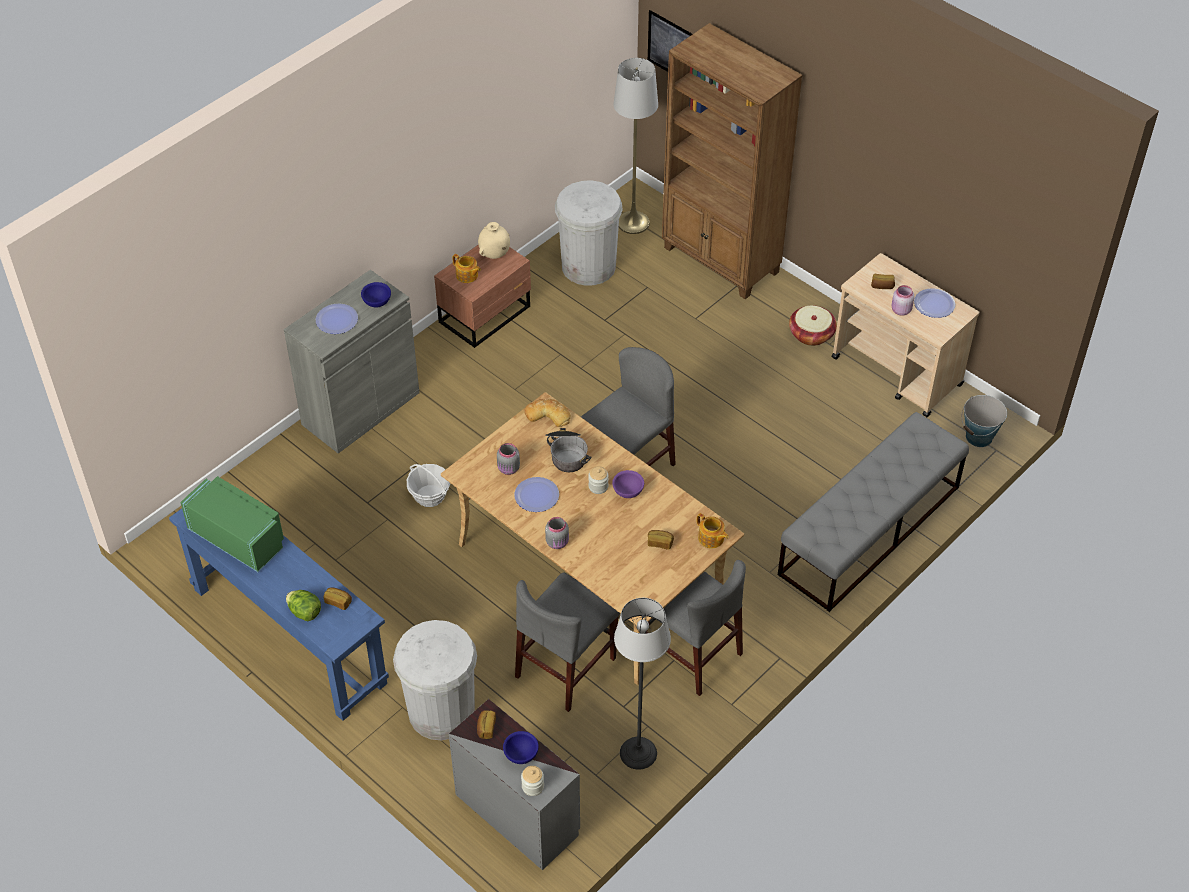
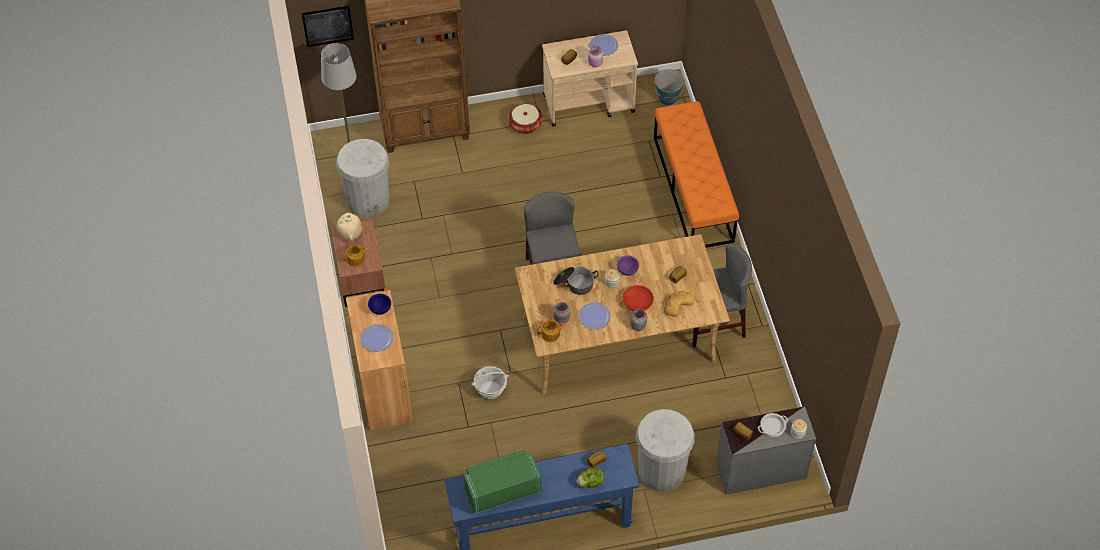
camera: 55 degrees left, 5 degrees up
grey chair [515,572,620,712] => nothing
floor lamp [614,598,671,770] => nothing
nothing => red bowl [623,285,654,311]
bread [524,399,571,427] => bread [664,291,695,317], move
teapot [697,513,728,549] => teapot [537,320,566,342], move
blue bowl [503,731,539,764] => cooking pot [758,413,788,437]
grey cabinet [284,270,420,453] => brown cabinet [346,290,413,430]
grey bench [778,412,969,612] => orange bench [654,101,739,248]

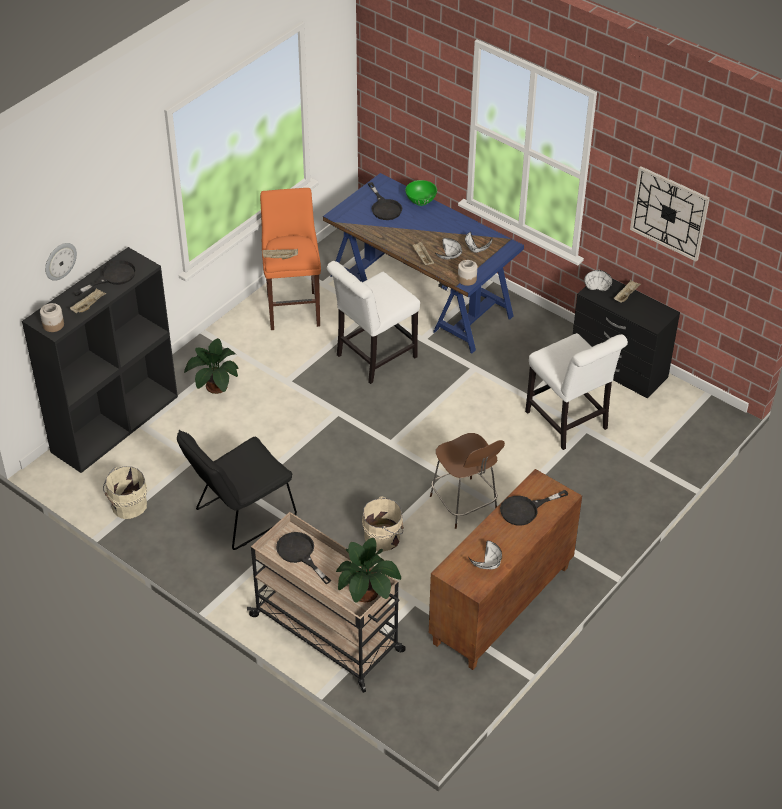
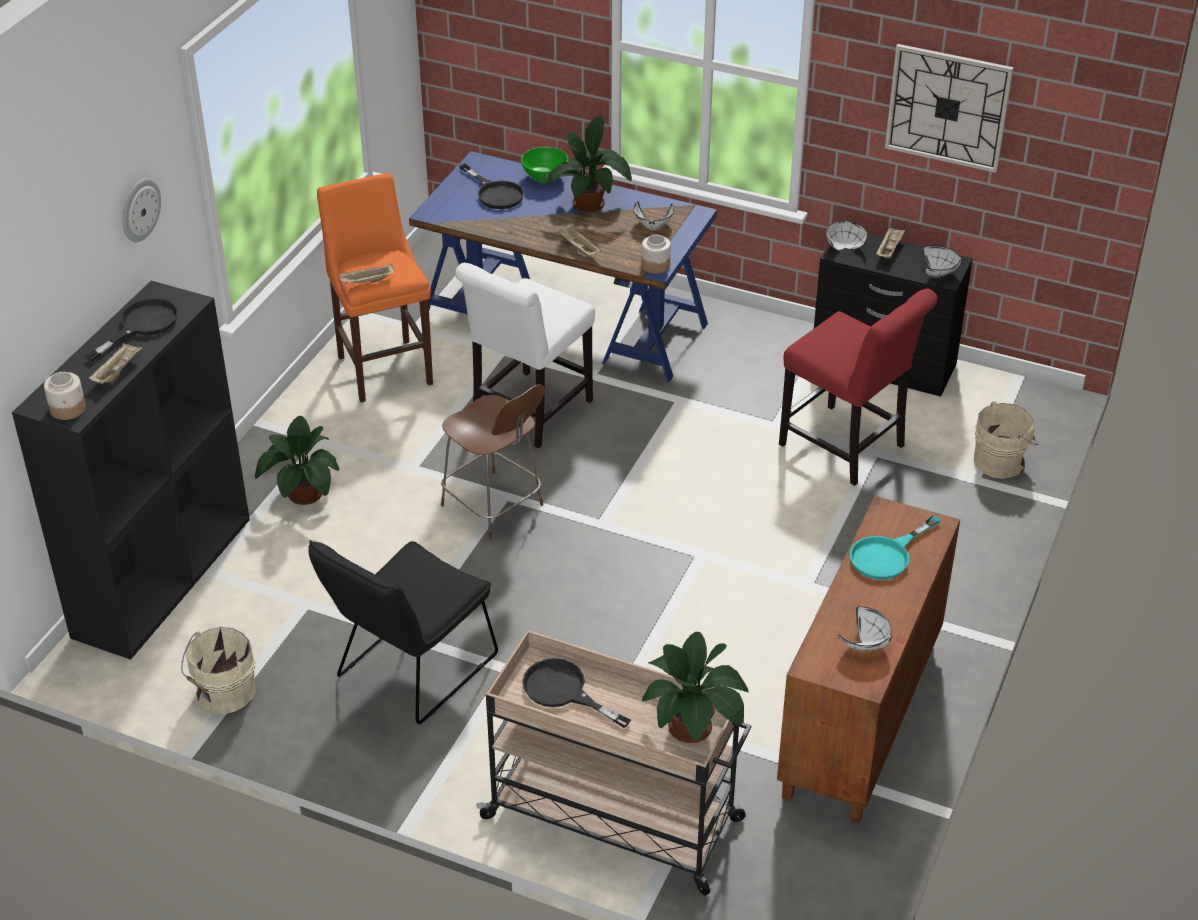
camera: 15 degrees left, 5 degrees down
nothing => potted plant [546,115,632,213]
wall clock [45,243,77,281] => wall clock [122,178,161,242], move
beige bucket [362,496,404,551] => beige bucket [974,402,1038,479], move
brown stool [430,433,505,529] => brown stool [441,384,545,540], move
white bowl [435,238,462,260] => white bowl [923,245,961,276], move
black frying pan [500,490,568,526] => turquoise frying pan [850,515,941,580]
white chair [525,333,628,450] => red chair [779,289,938,486]

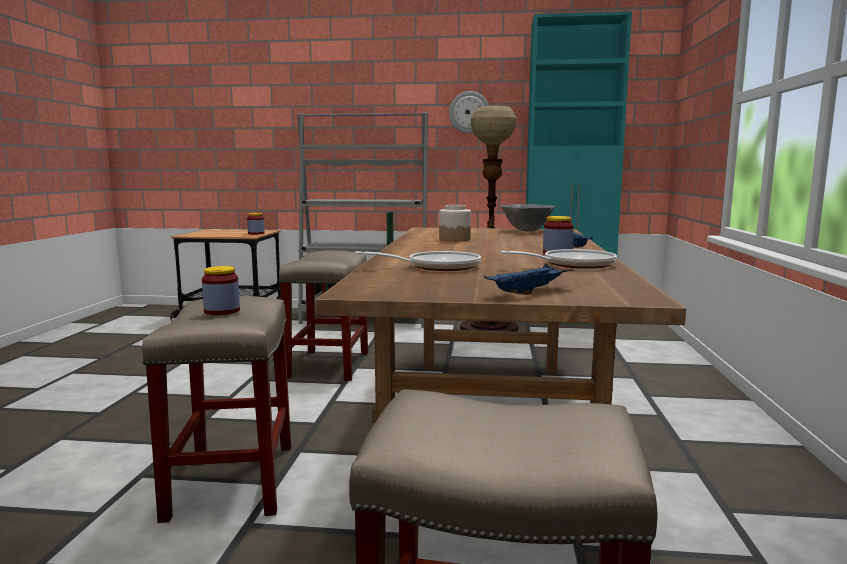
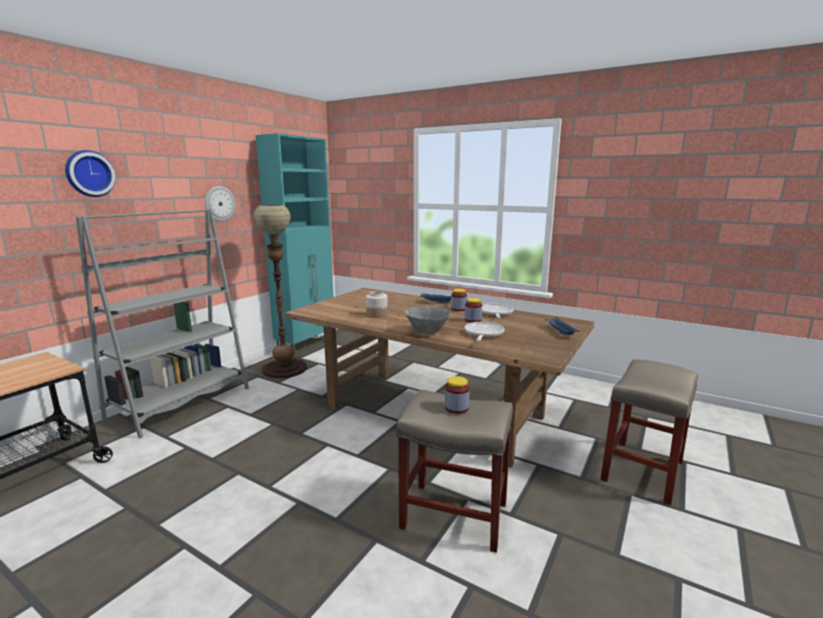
camera: 65 degrees left, 5 degrees up
beige stool [279,250,368,381] => nothing
nothing => wall clock [65,150,116,197]
jar [247,213,265,235] => jar [465,298,482,322], move
grey bowl [501,204,555,232] => grey bowl [404,306,450,334], move

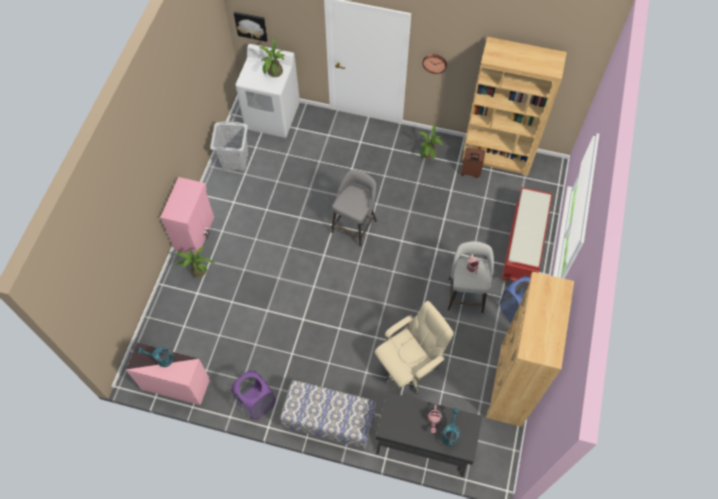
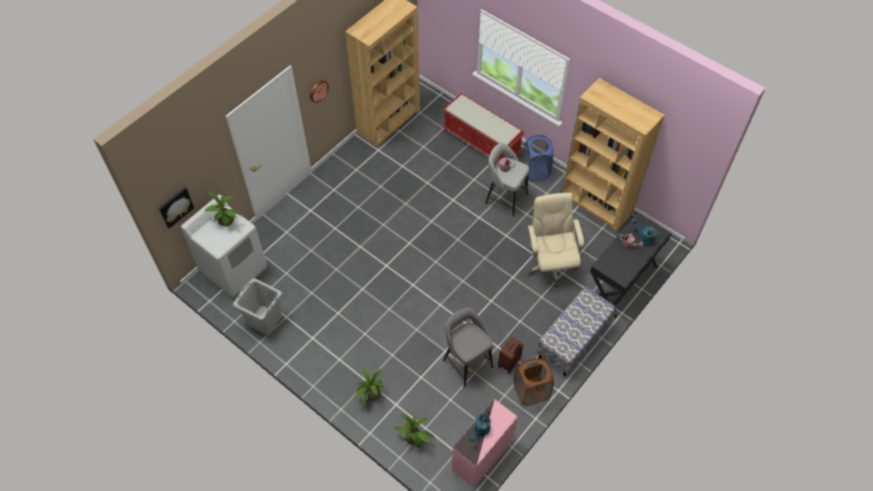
camera: 65 degrees left, 5 degrees down
pink cabinet [160,177,214,255] => nothing
grey stool [331,170,377,247] => grey stool [443,308,493,387], move
potted plant [419,124,443,161] => potted plant [394,413,435,448], move
brown suitcase [461,148,485,178] => brown suitcase [498,337,524,374], move
purple laundry basket [231,370,275,420] => brown laundry basket [514,358,554,406]

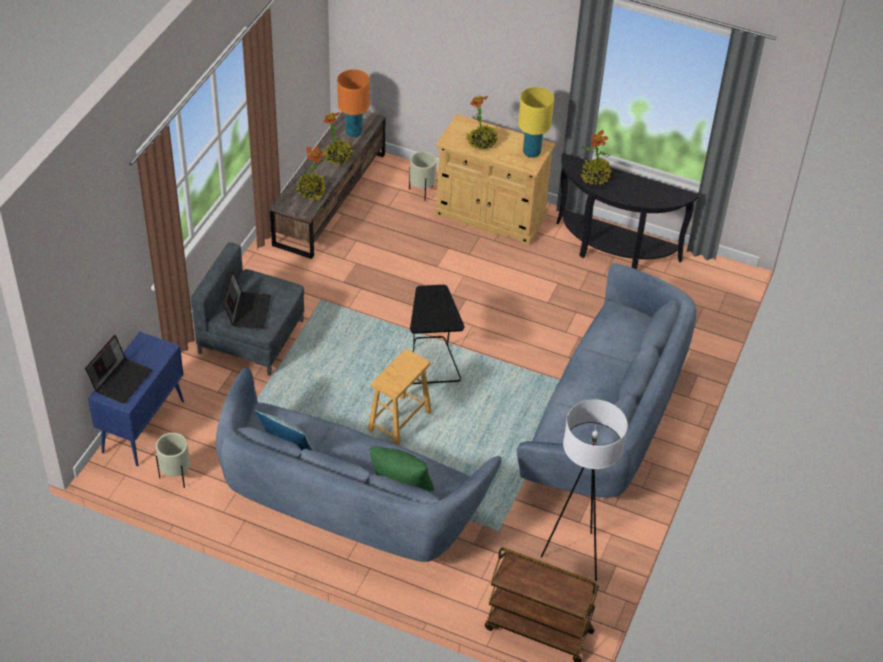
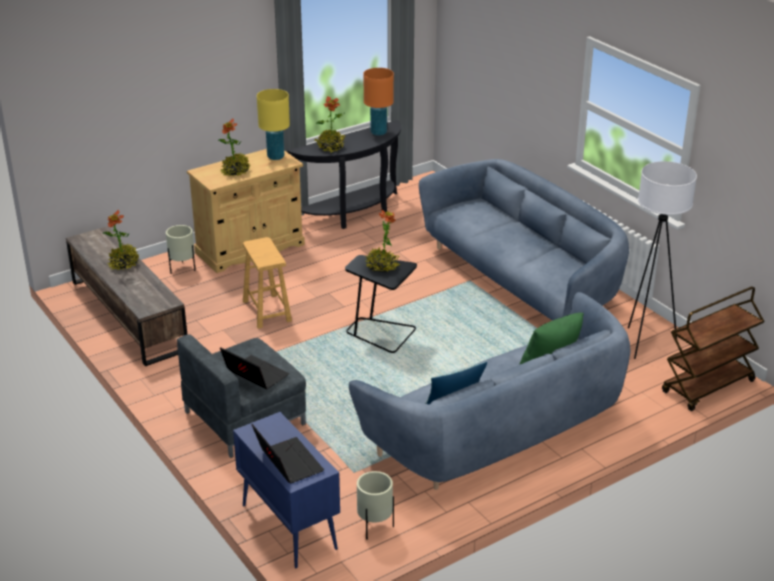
camera: 55 degrees left, 15 degrees down
potted plant [296,146,326,201] => potted plant [366,210,400,272], move
orange table lamp [337,69,369,137] => orange table lamp [363,68,394,135], move
brown stool [367,349,432,446] => brown stool [243,237,292,329], move

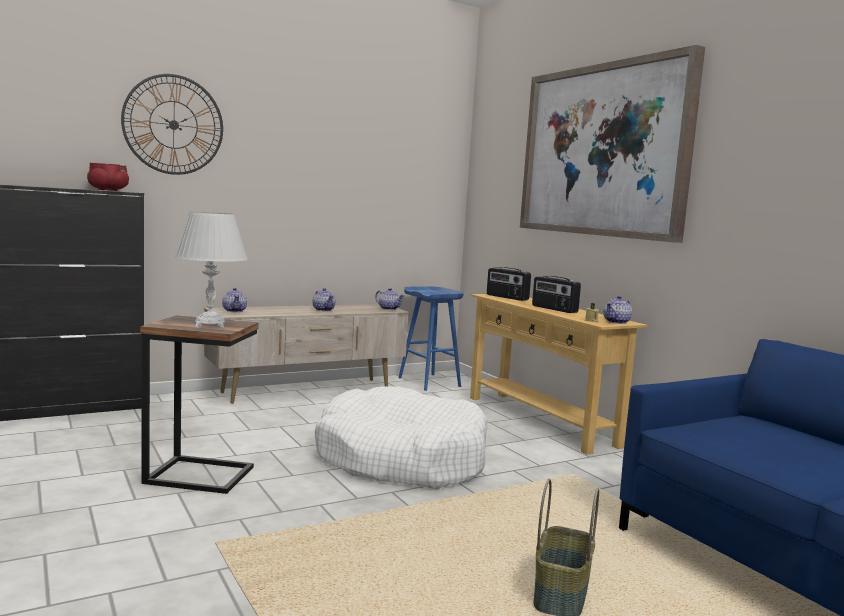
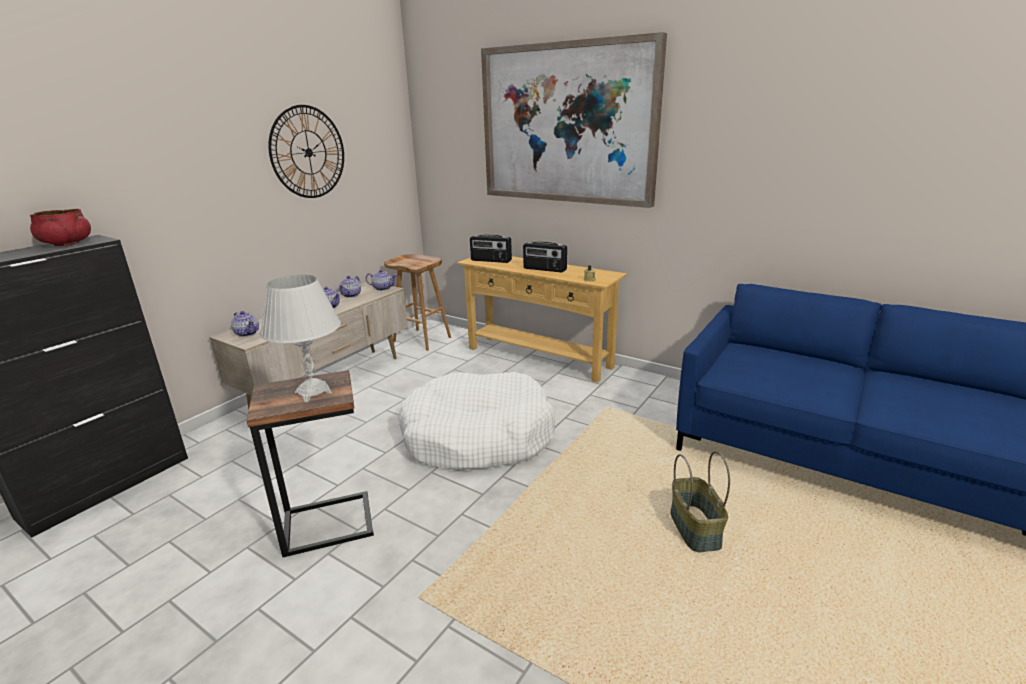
camera: 25 degrees left, 15 degrees up
wall clock [121,74,223,175] => wall clock [268,105,344,198], move
teapot [603,296,632,324] => teapot [338,276,361,298], move
blue stool [398,286,464,391] => brown stool [384,254,451,351]

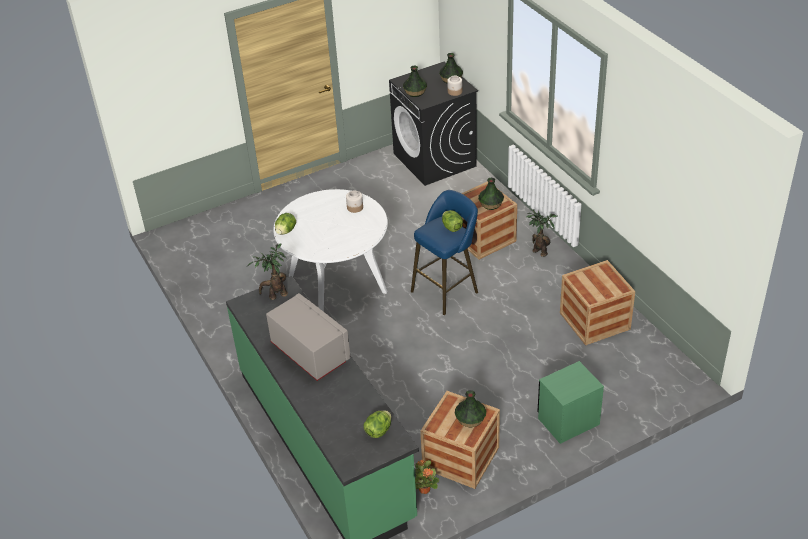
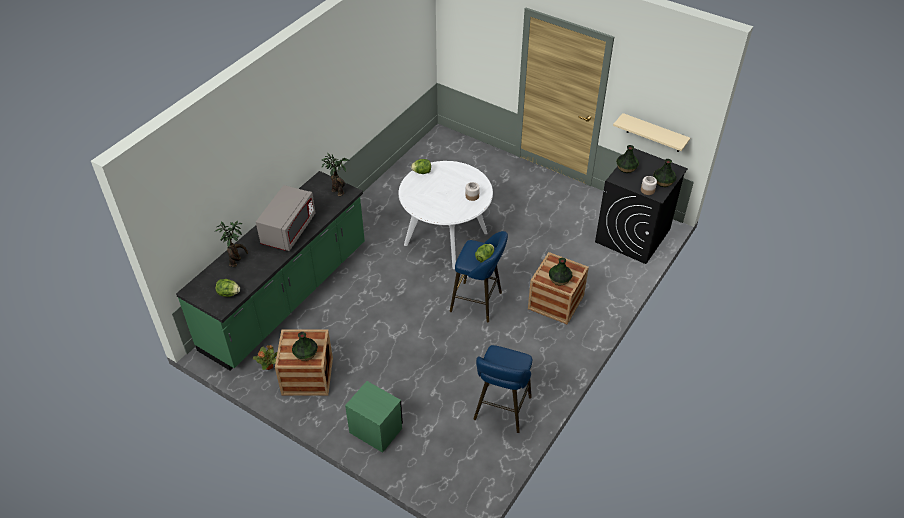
camera: 60 degrees right, 5 degrees up
nothing => beige shelf [613,113,690,152]
potted plant [526,209,558,257] => potted plant [216,221,248,267], move
crate [560,260,635,345] => blue stool [473,345,532,433]

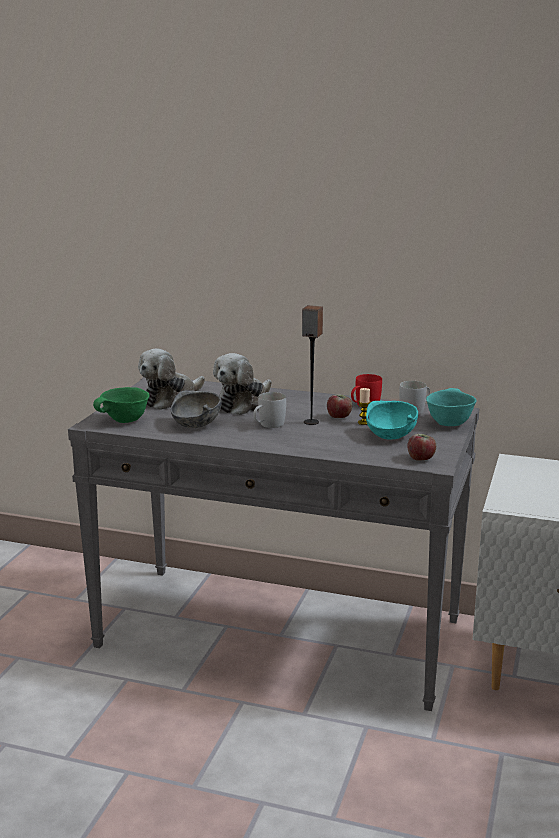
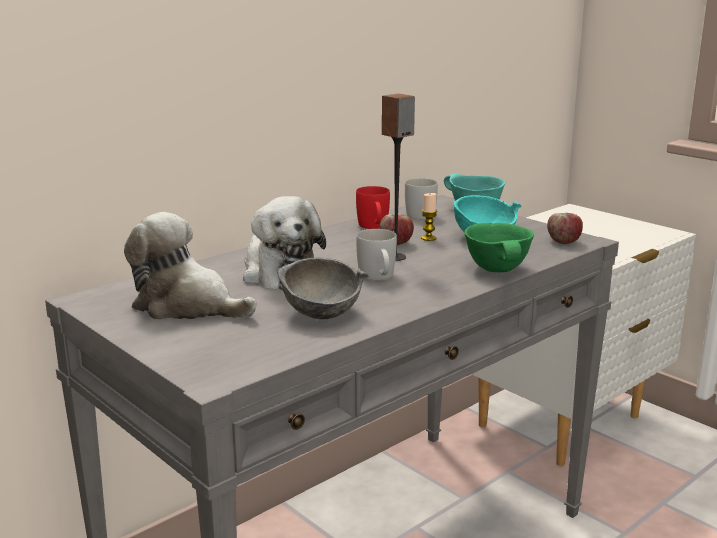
camera: 60 degrees left, 0 degrees up
green bowl [93,387,150,423] => green bowl [464,223,534,272], move
plush toy [138,349,205,410] => plush toy [124,212,256,320], 135 degrees clockwise

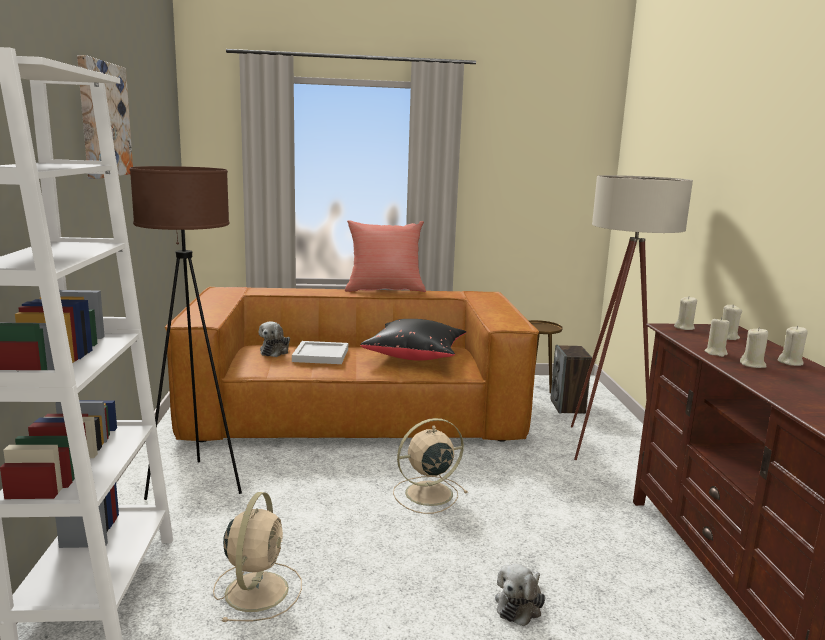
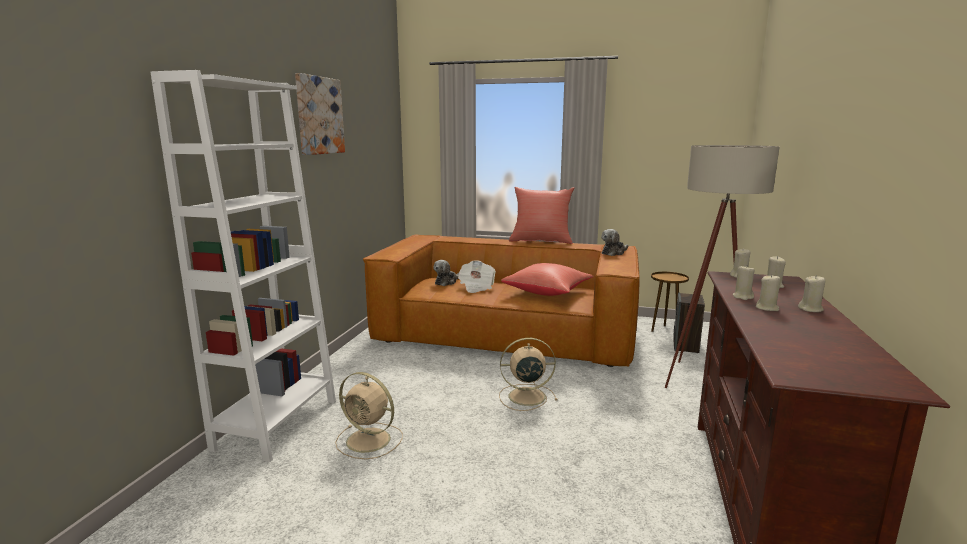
camera: 20 degrees right, 0 degrees up
brown floor lamp [130,166,242,500] => nothing
plush toy [495,564,545,626] => plush toy [601,229,628,256], move
white tray [292,341,348,364] => newspaper [458,260,496,293]
black pillow [360,319,466,361] => red pillow [501,263,594,296]
beige fan [213,492,302,622] => beige fan [335,372,403,459], 90 degrees clockwise

